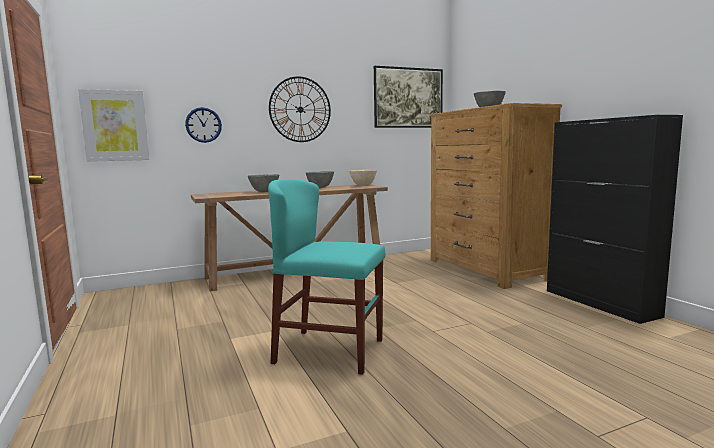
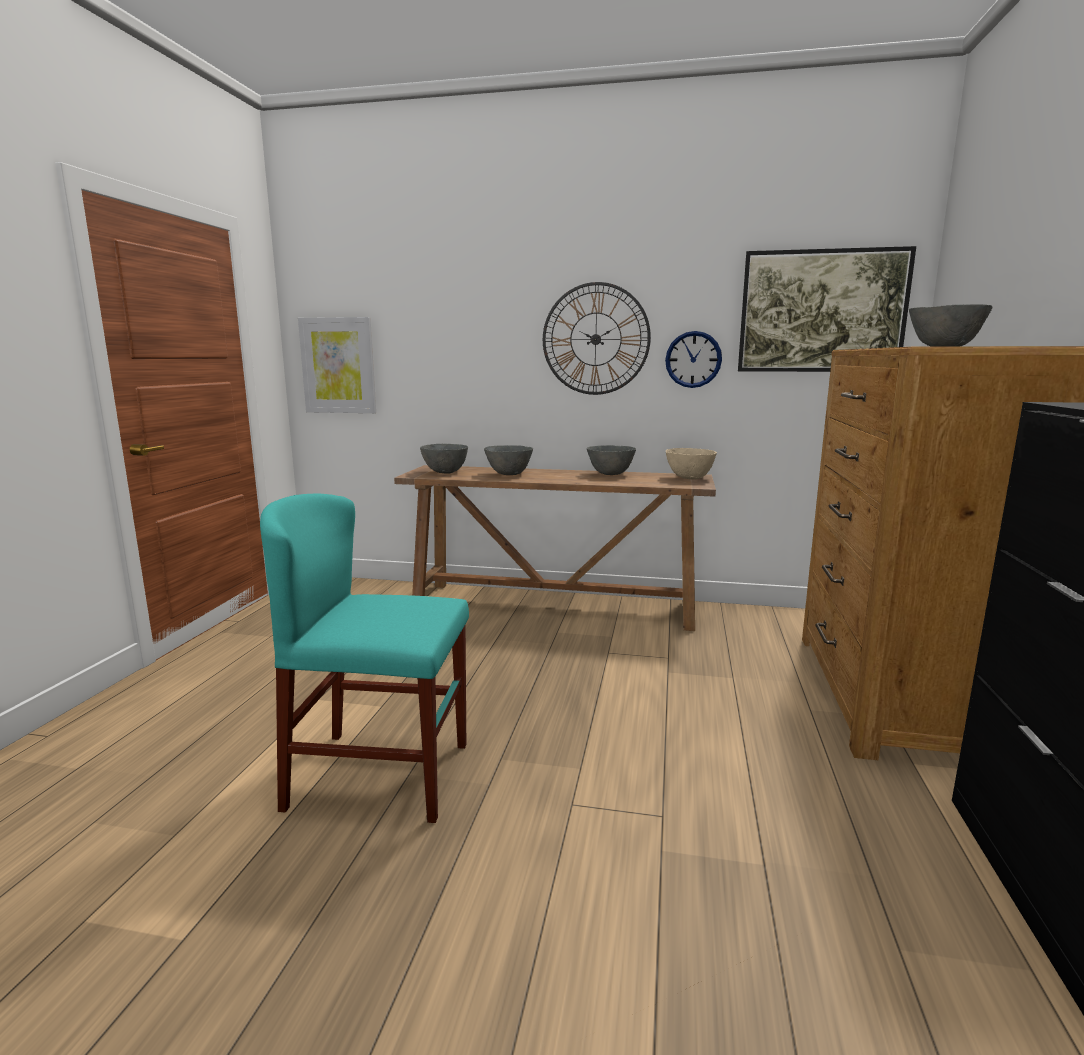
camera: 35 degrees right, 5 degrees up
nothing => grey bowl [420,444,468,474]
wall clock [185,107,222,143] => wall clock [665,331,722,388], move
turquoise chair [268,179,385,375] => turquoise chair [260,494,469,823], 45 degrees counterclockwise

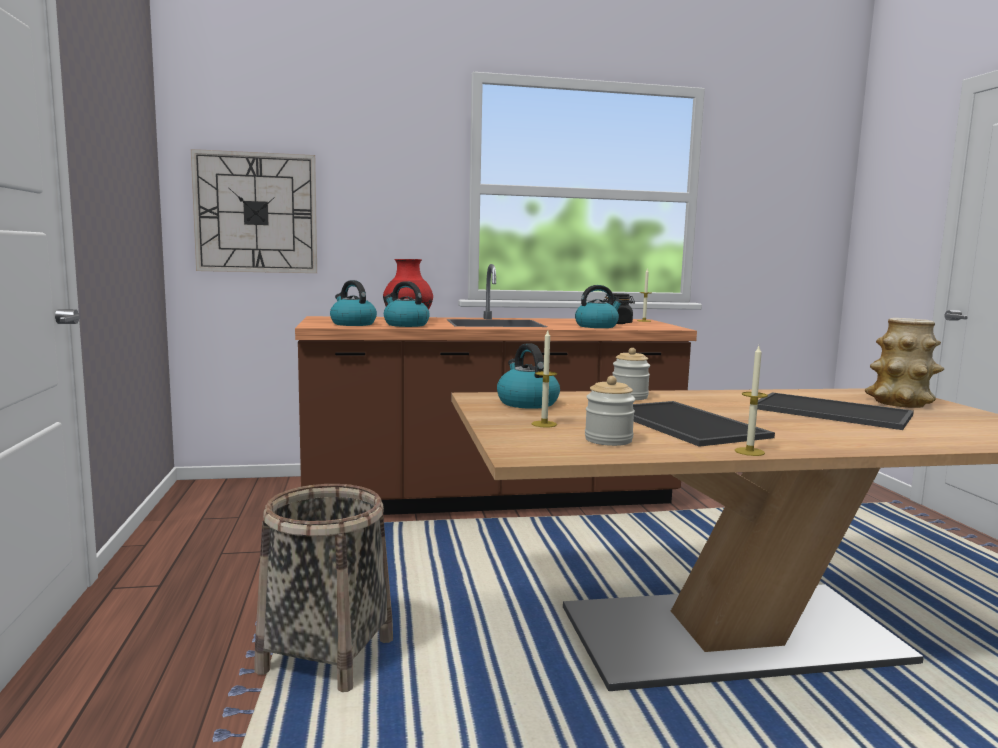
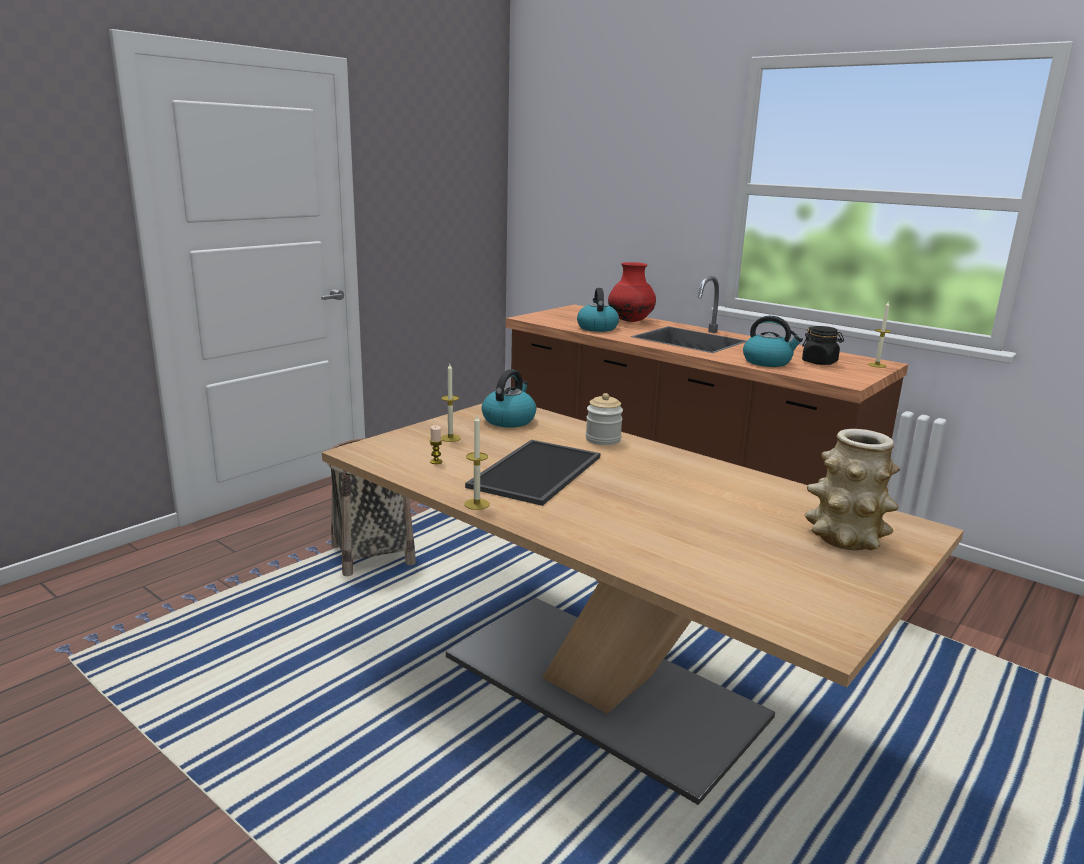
camera: 50 degrees right, 10 degrees up
wall clock [191,149,317,273] => nothing
kettle [330,280,377,326] => nothing
tray [757,392,914,430] => nothing
jar [585,376,635,446] => candle [429,425,443,464]

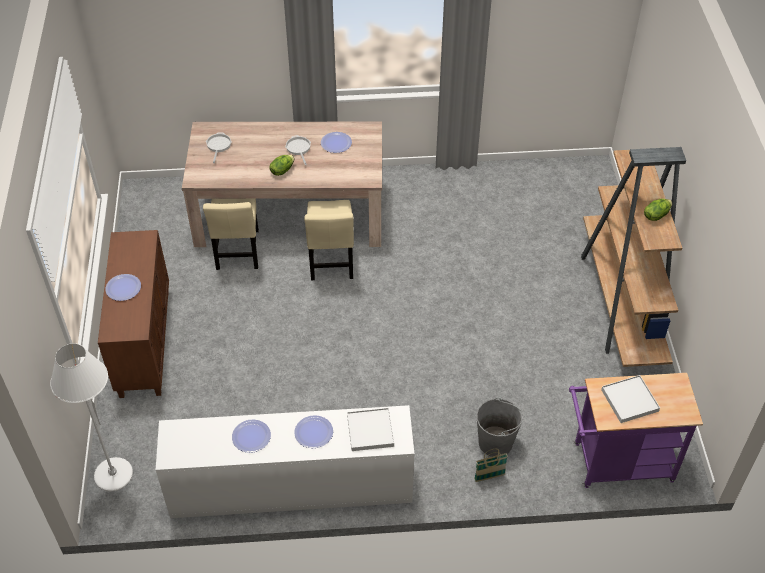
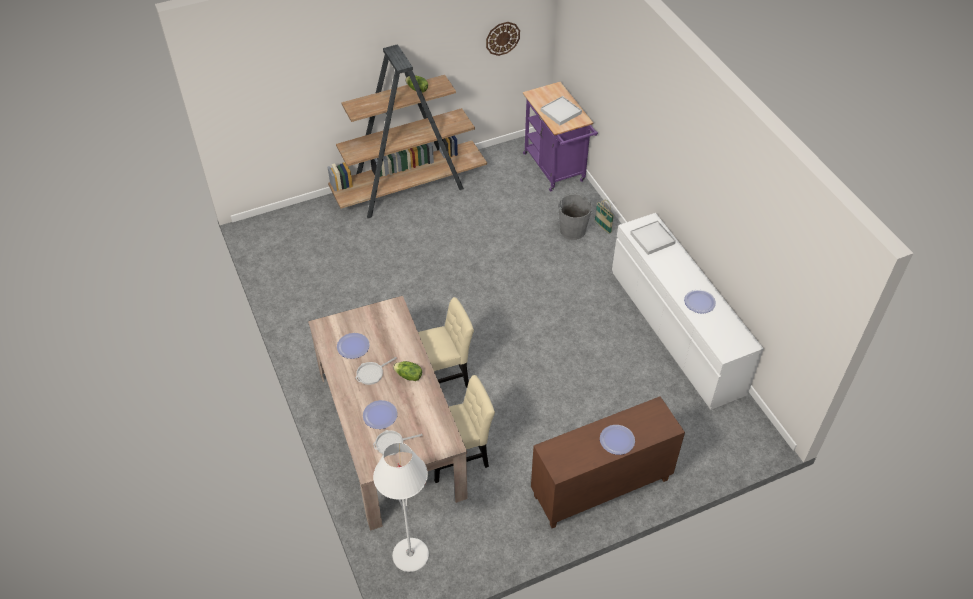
camera: 110 degrees left, 0 degrees up
nothing => wall clock [486,22,520,56]
white floor lamp [50,343,133,491] => white floor lamp [373,443,429,572], move
plate [294,415,333,448] => plate [363,400,397,429], move

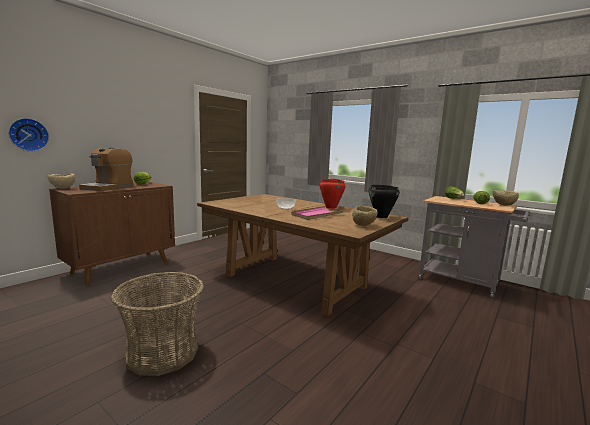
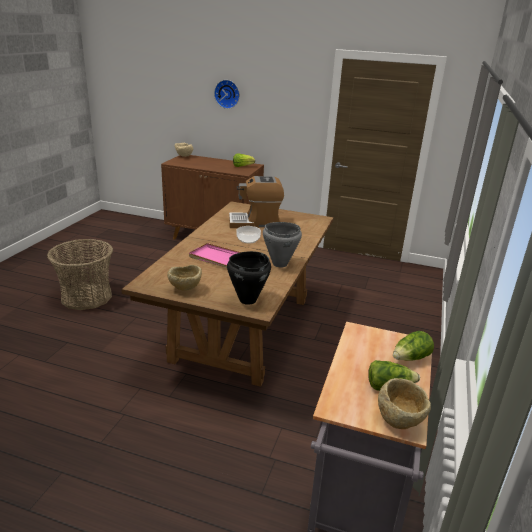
camera: 70 degrees right, 15 degrees up
wall clock [8,118,49,152] => wall clock [214,80,240,109], move
coffee machine [79,148,133,191] => coffee machine [229,176,284,228], move
red cooking pot [320,179,346,209] => grey cooking pot [263,222,302,268]

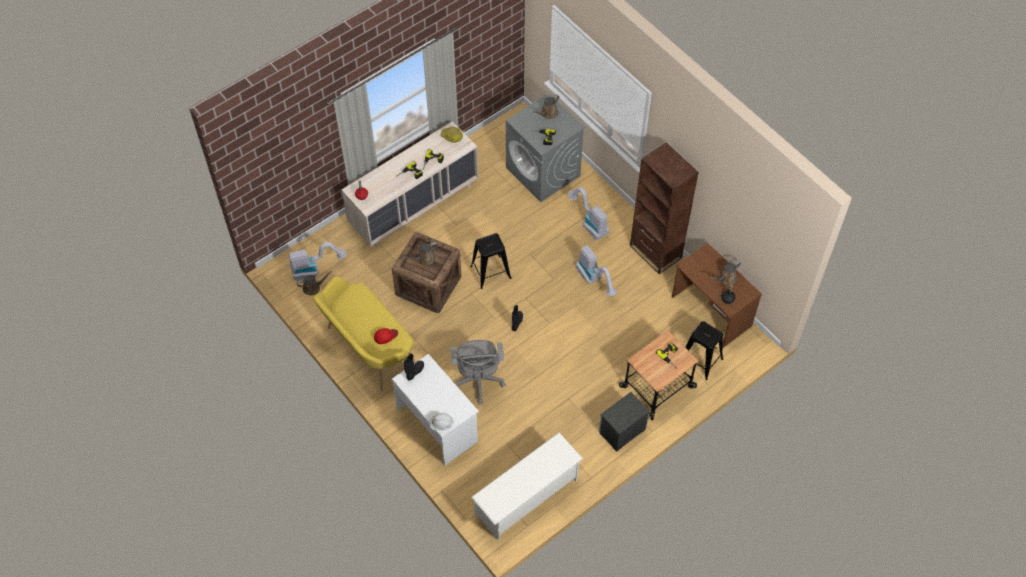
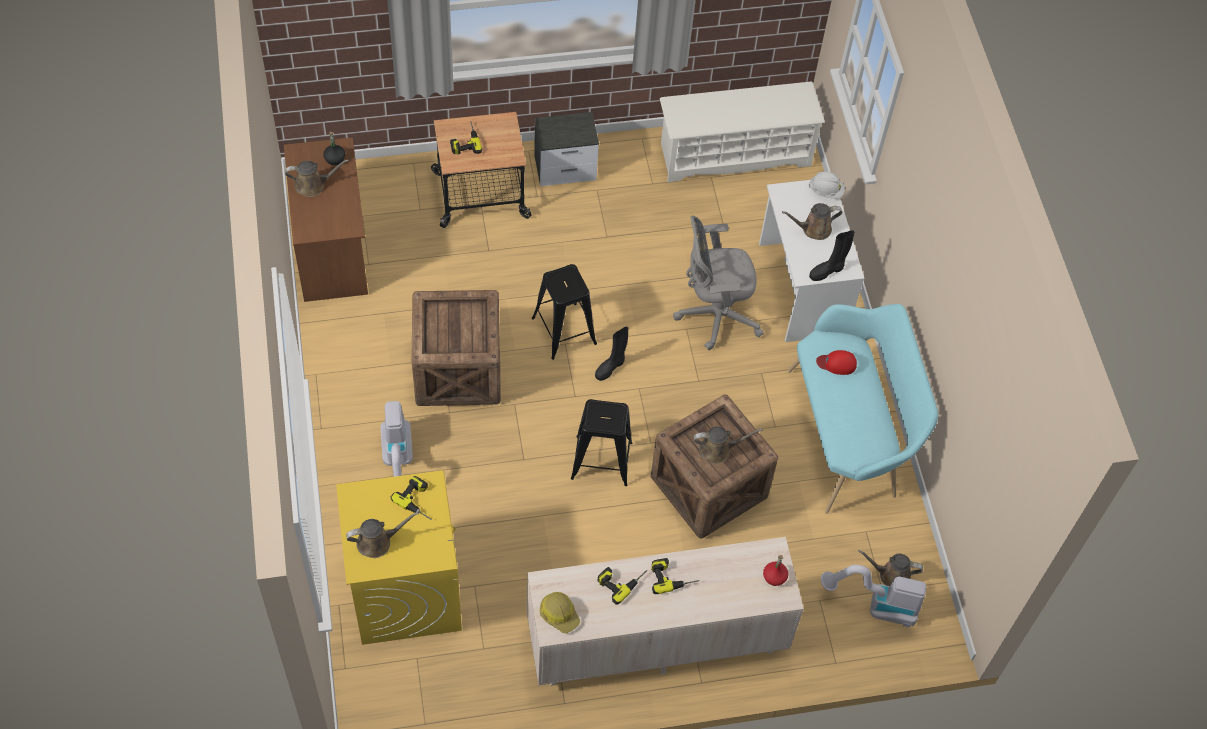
camera: 155 degrees left, 0 degrees up
brown bookcase [630,143,699,274] => nothing
nothing => brown watering can [782,203,842,240]
black stool [686,321,723,380] => black stool [532,264,597,360], move
vacuum cleaner [576,245,617,296] => crate [412,290,501,406]
yellow bench [313,277,416,392] => turquoise bench [788,304,938,514]
grey washing machine [506,93,585,202] => yellow washing machine [336,470,462,645]
grey office chair [451,340,506,405] => grey office chair [673,216,764,350], 120 degrees counterclockwise

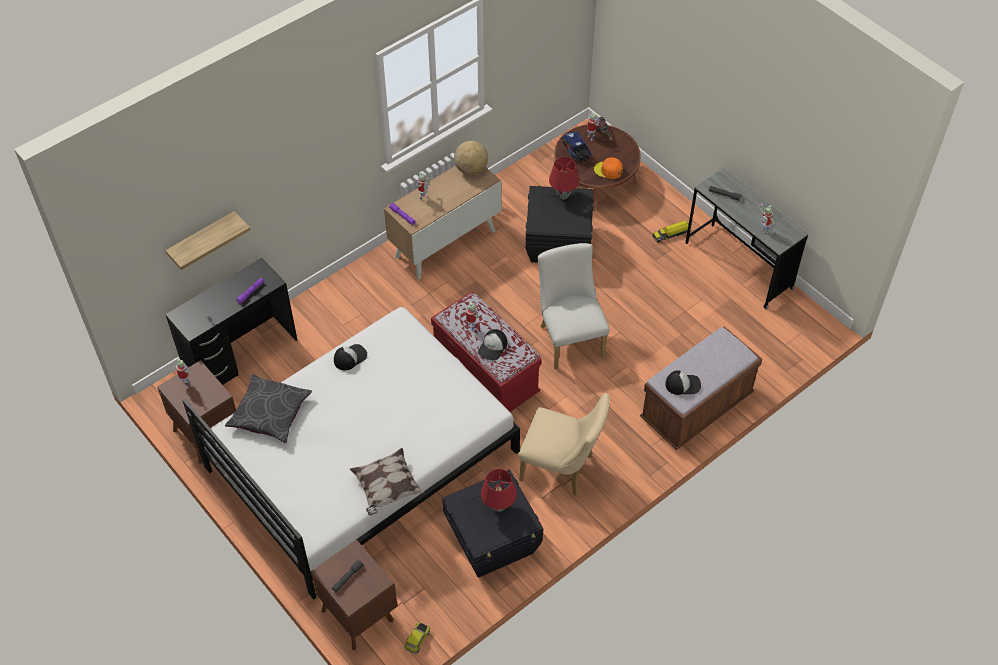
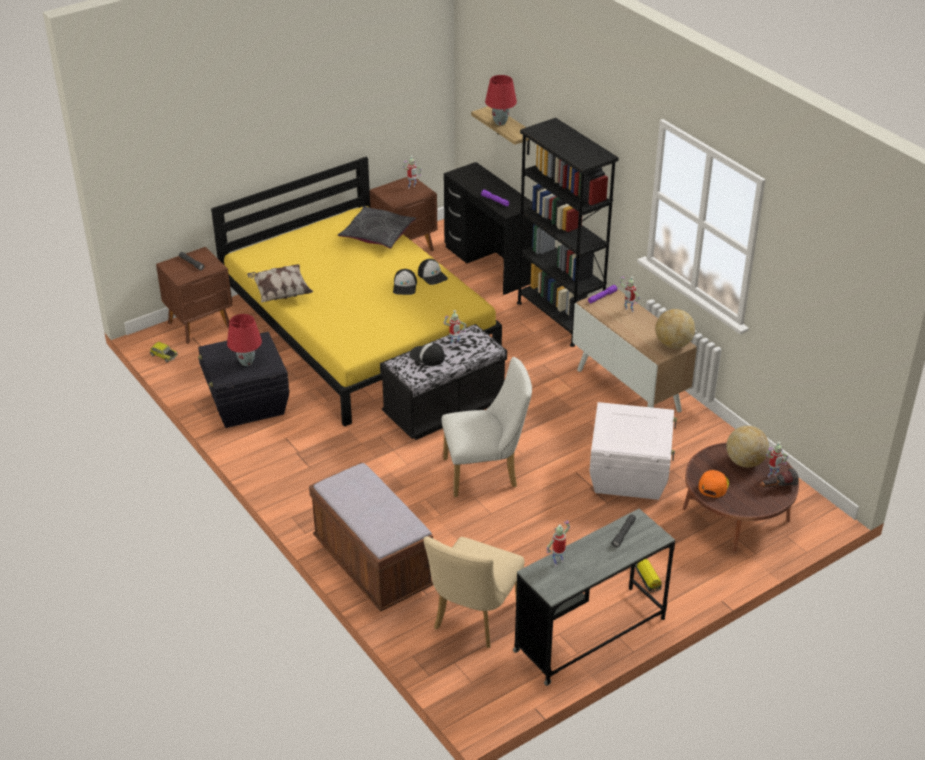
camera: 95 degrees right, 15 degrees down
nothing => black bookcase [517,118,619,347]
beige chair [519,393,610,496] => beige chair [424,536,525,648], move
red table lamp [549,157,579,199] => red table lamp [485,75,517,125], move
cap [665,370,701,395] => cap [393,269,417,295], move
toy truck [563,132,592,162] => globe [726,426,769,467]
white bed [182,307,520,600] => yellow bed [211,157,502,427]
red bench [431,292,541,412] => black bench [380,324,507,440]
black storage box [526,185,594,263] => white storage box [590,402,677,500]

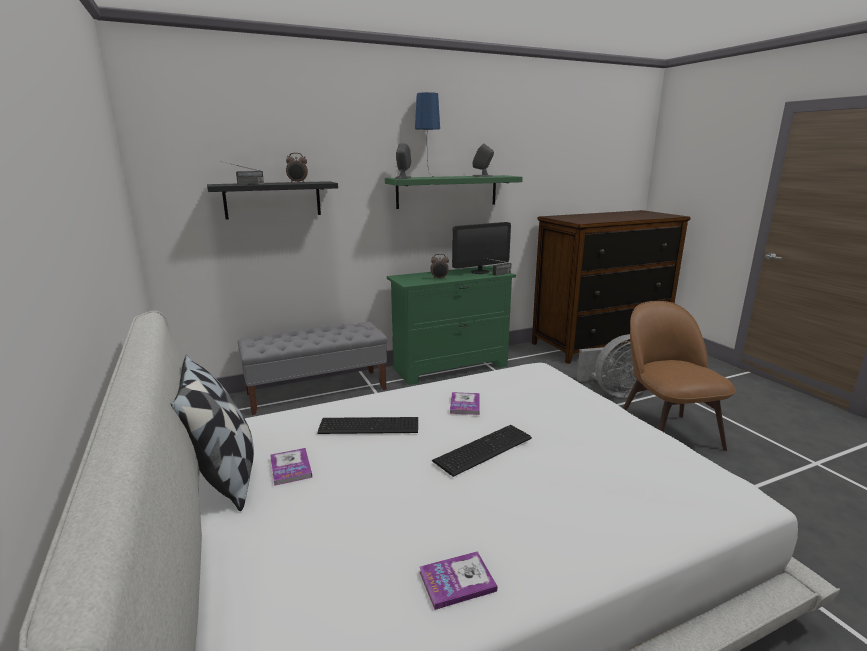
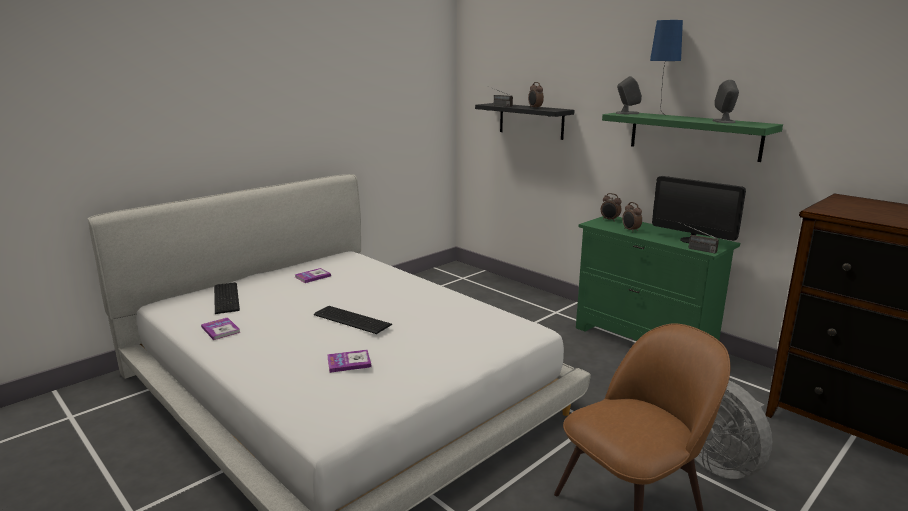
camera: 70 degrees right, 0 degrees up
pillow [171,355,254,511] => nothing
grey bench [238,322,387,415] => nothing
nothing => alarm clock [601,193,622,222]
keyboard [318,417,418,434] => keyboard [214,282,240,314], move
book [450,392,480,415] => book [327,350,371,373], move

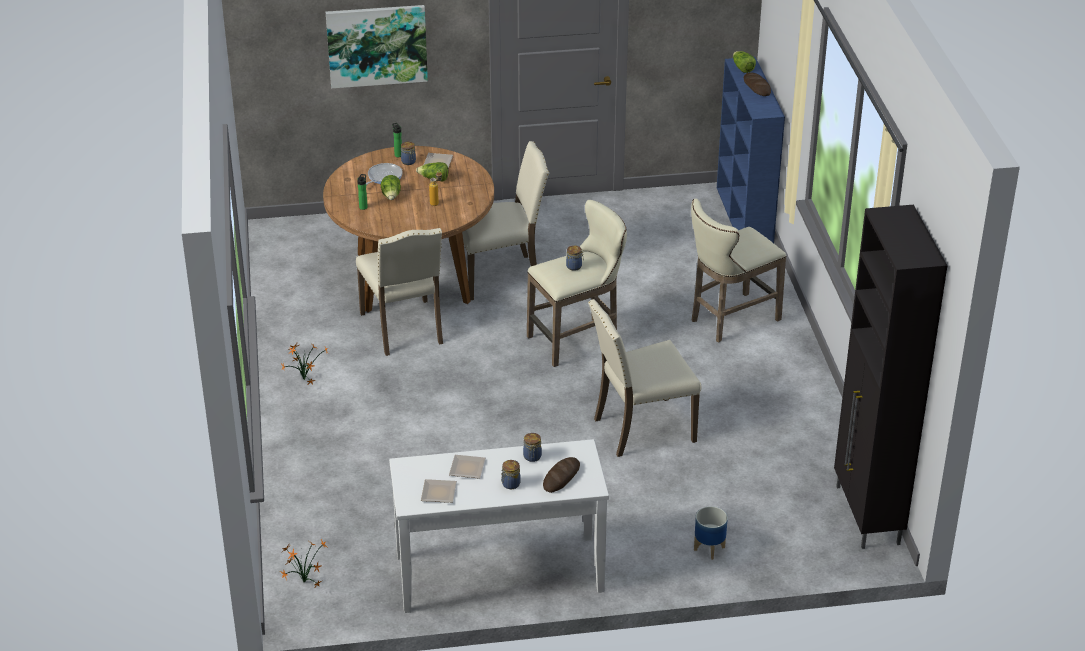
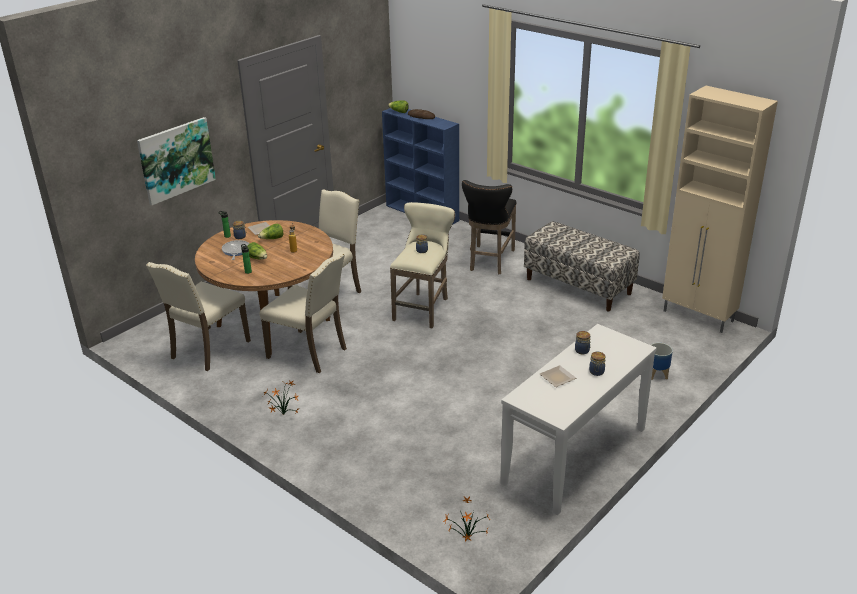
camera: 40 degrees left, 5 degrees down
plate [421,479,457,503] => nothing
bread [543,457,580,493] => nothing
nothing => bench [524,221,640,311]
beige chair [588,299,702,457] => beige chair [146,262,251,371], move
beige stool [691,199,786,343] => black stool [462,180,517,274]
black cabinet [834,205,948,549] => beige cabinet [662,86,778,333]

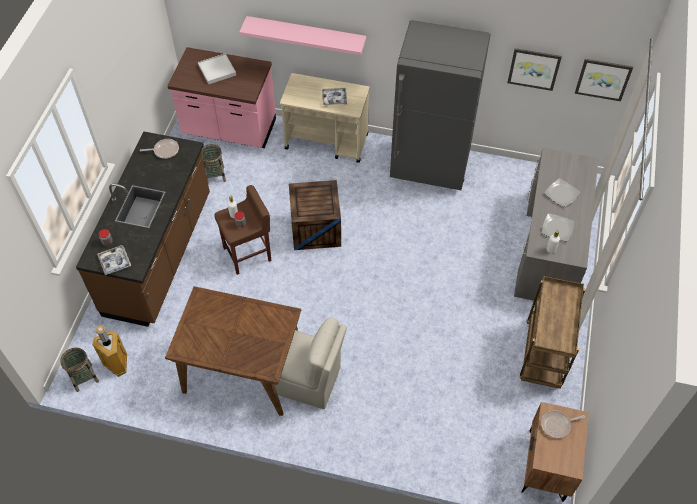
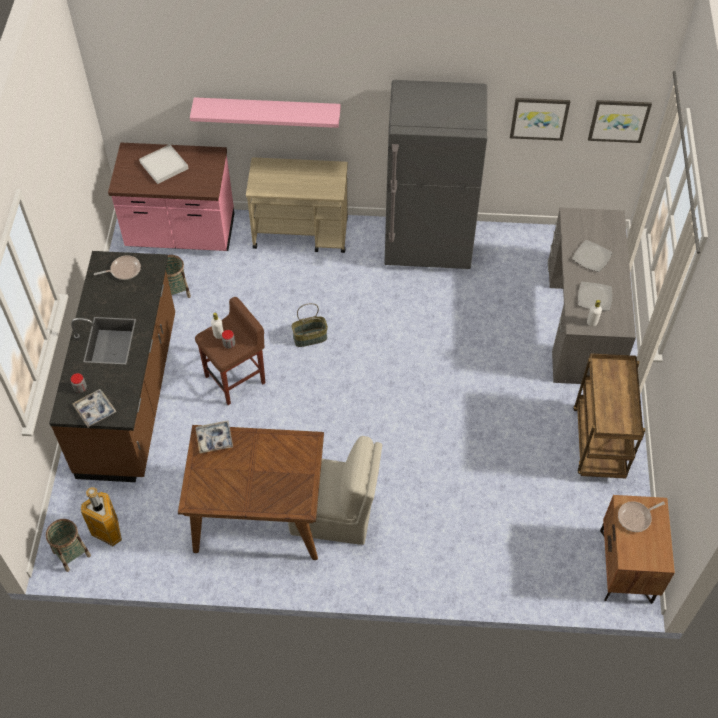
camera: 10 degrees left, 0 degrees up
tray [322,88,347,105] => tray [195,420,233,453], move
crate [289,180,341,250] => basket [292,303,328,347]

